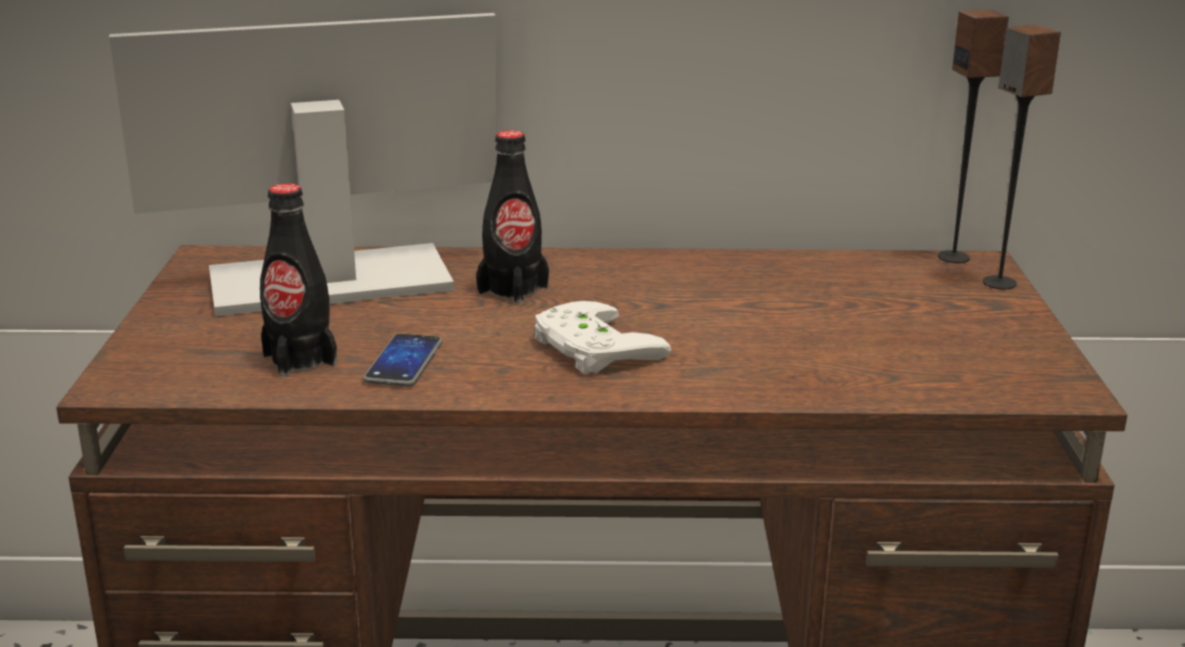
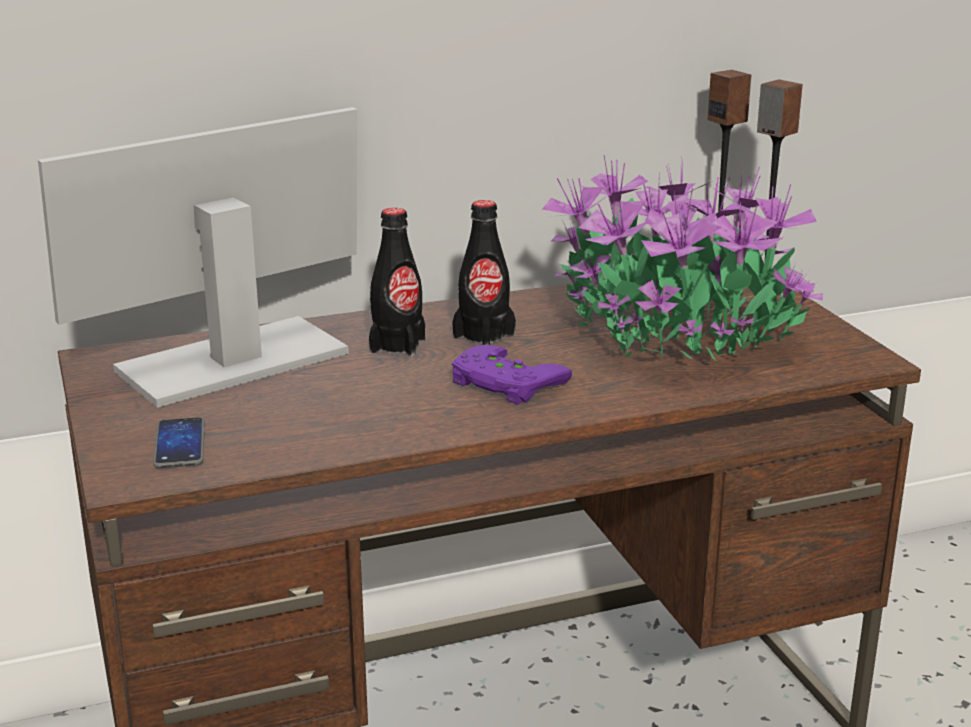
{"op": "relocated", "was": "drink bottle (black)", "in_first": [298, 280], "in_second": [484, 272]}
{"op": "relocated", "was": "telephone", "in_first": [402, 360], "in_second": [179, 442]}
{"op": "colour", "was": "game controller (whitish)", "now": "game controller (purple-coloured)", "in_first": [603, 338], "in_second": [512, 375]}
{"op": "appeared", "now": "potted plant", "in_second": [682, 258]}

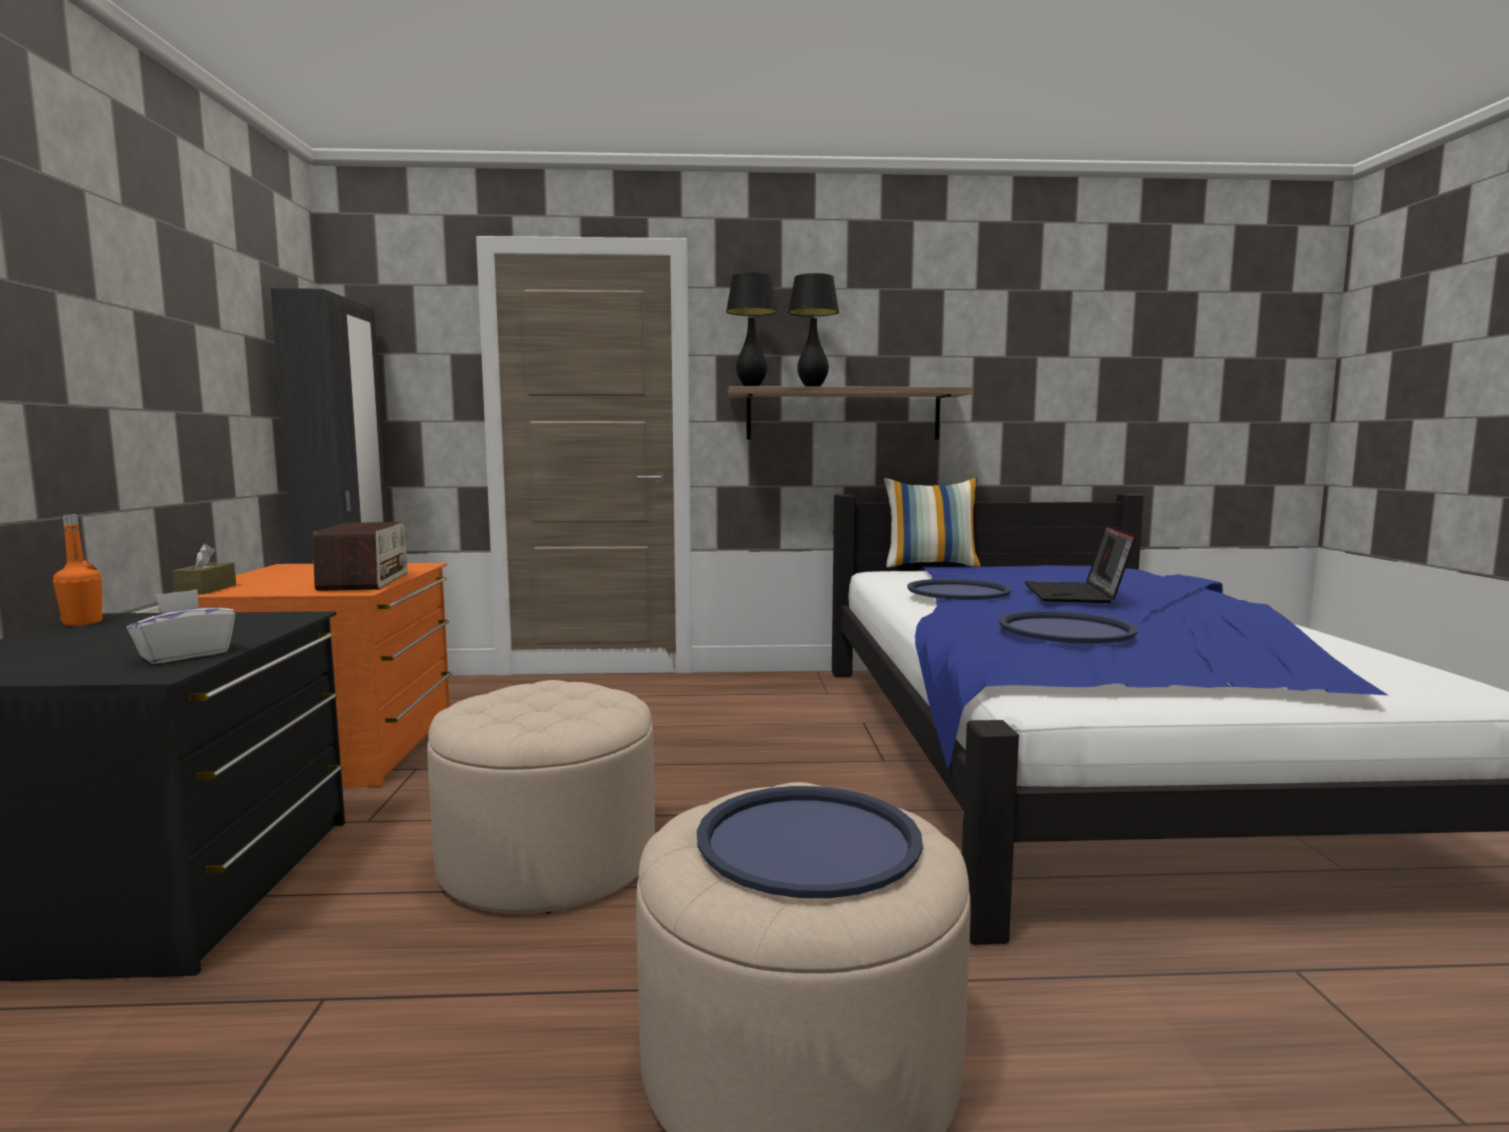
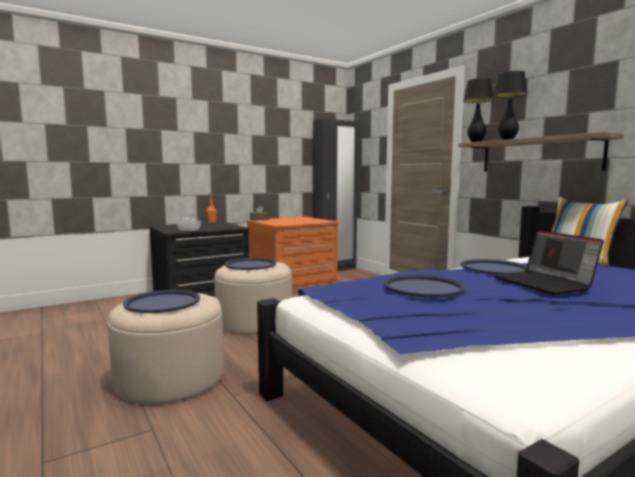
{"op": "missing", "was": "radio", "in_first": [360, 556]}
{"op": "spun", "was": "portable computer", "in_first": [1080, 564], "in_second": [549, 262], "clockwise": -90}
{"op": "appeared", "now": "serving tray (bluish)", "in_second": [250, 264]}

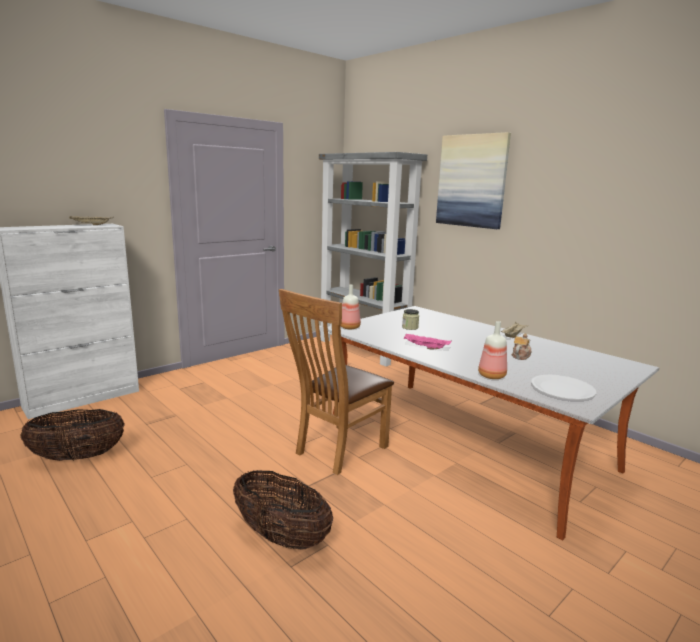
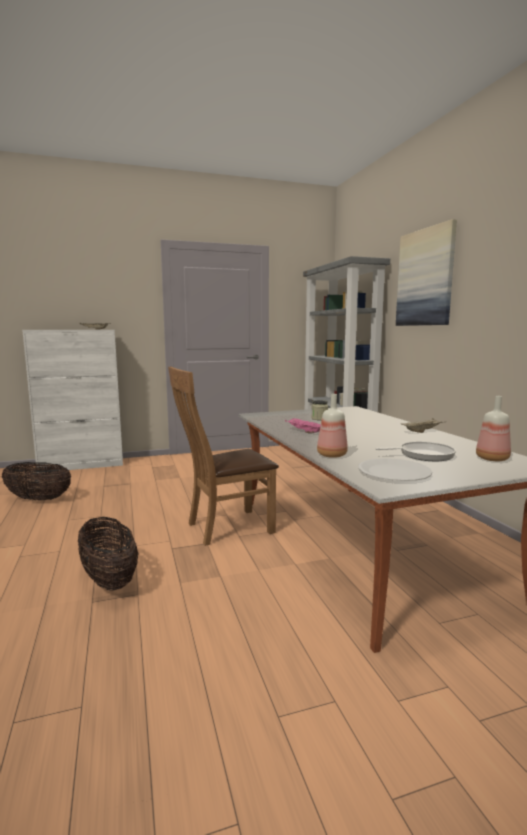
{"op": "relocated", "was": "drink bottle", "in_first": [350, 307], "in_second": [493, 428]}
{"op": "missing", "was": "tea pot", "in_first": [521, 346]}
{"op": "appeared", "now": "pan", "in_second": [415, 451]}

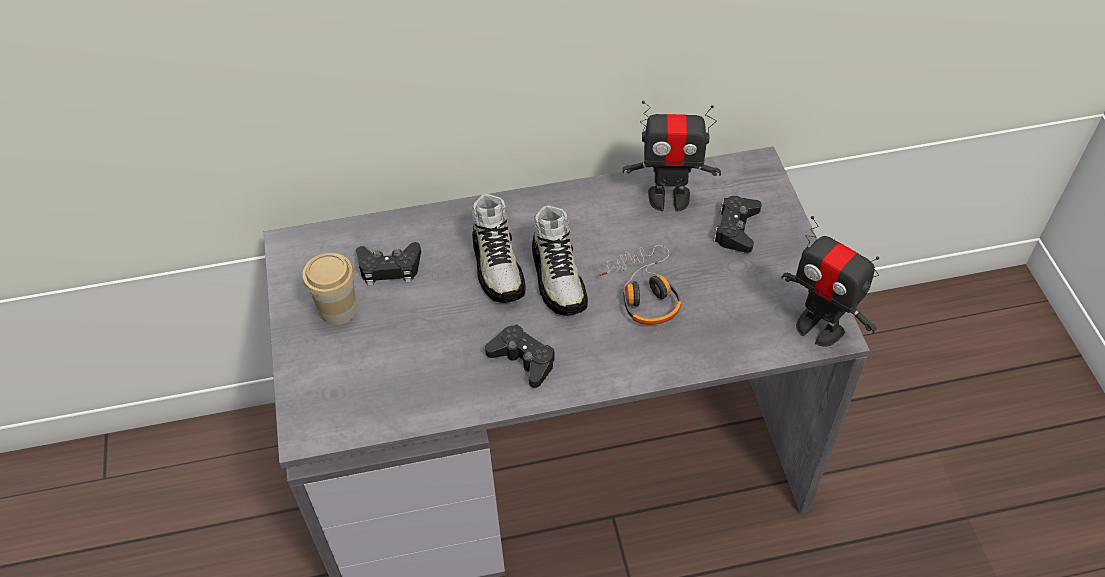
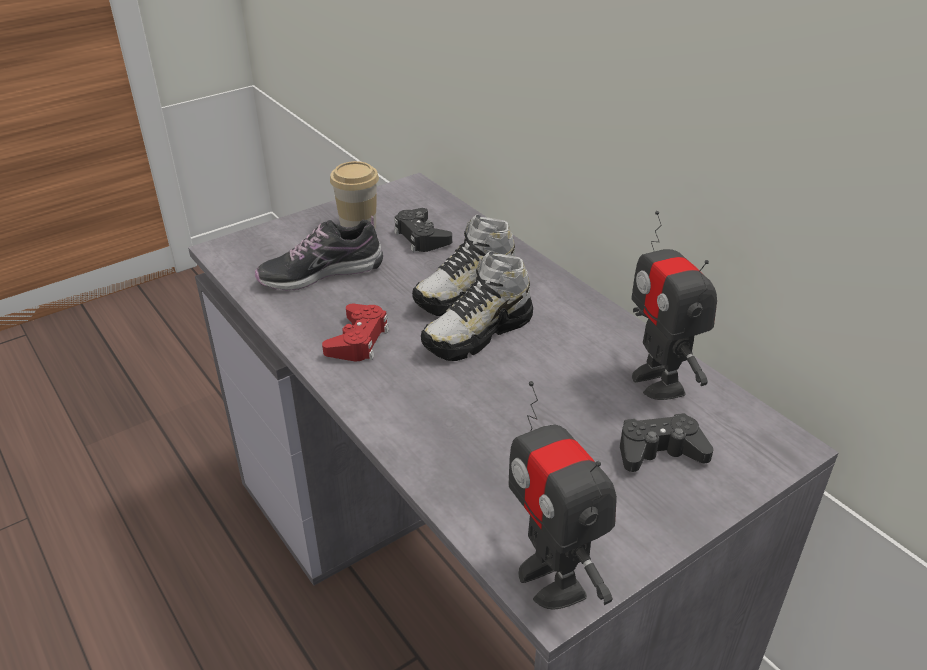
{"op": "colour", "was": "game controller (black)", "now": "game controller (red)", "in_first": [520, 356], "in_second": [355, 332]}
{"op": "missing", "was": "headset", "in_first": [640, 285]}
{"op": "spun", "was": "toy robot", "in_first": [830, 281], "in_second": [562, 495], "clockwise": -45}
{"op": "appeared", "now": "low shoe", "in_second": [319, 253]}

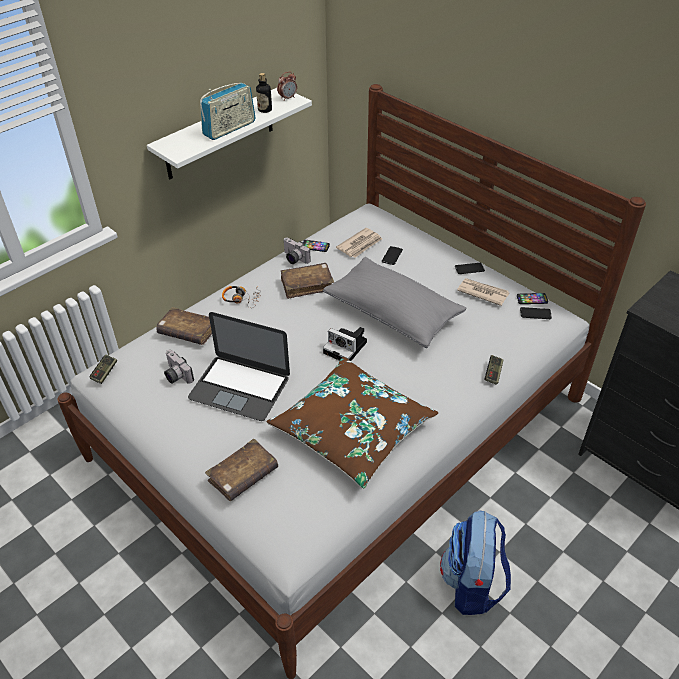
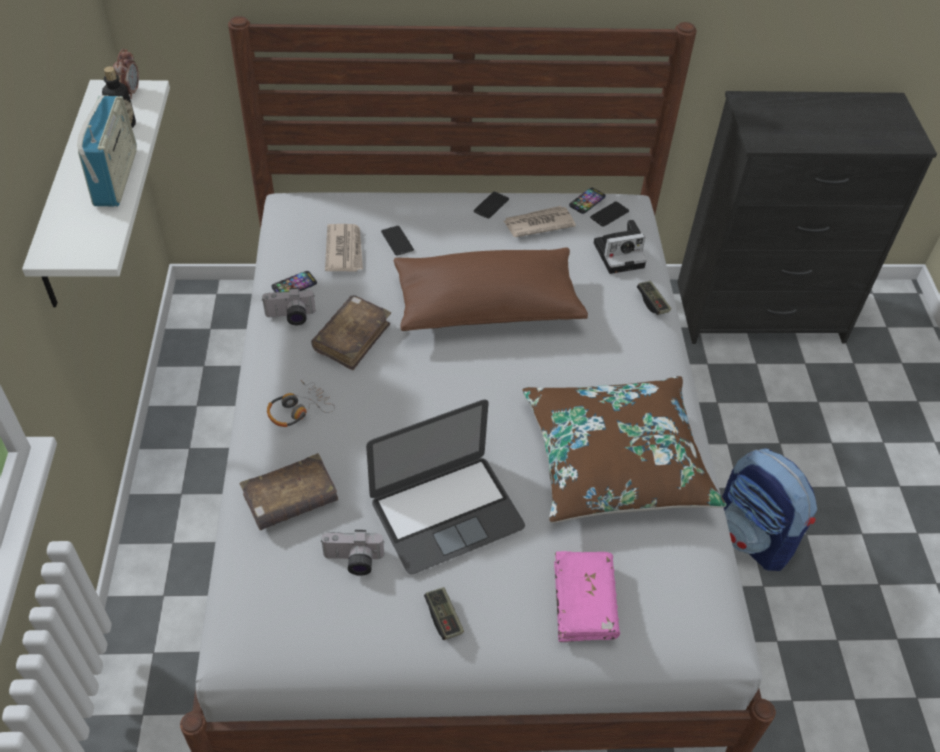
{"op": "relocated", "was": "game controller", "in_first": [103, 369], "in_second": [444, 613]}
{"op": "colour", "was": "volume (brownish)", "now": "volume (pink-coloured)", "in_first": [241, 470], "in_second": [587, 596]}
{"op": "colour", "was": "pillow (grey)", "now": "pillow (brownish)", "in_first": [395, 302], "in_second": [491, 289]}
{"op": "relocated", "was": "still camera", "in_first": [345, 344], "in_second": [620, 247]}

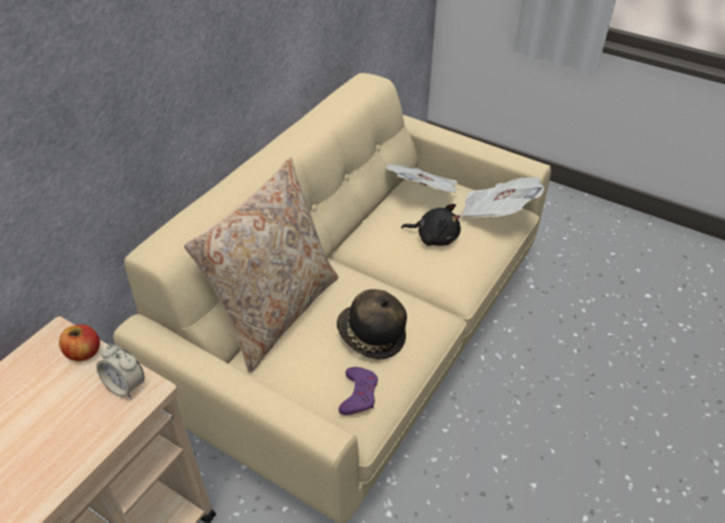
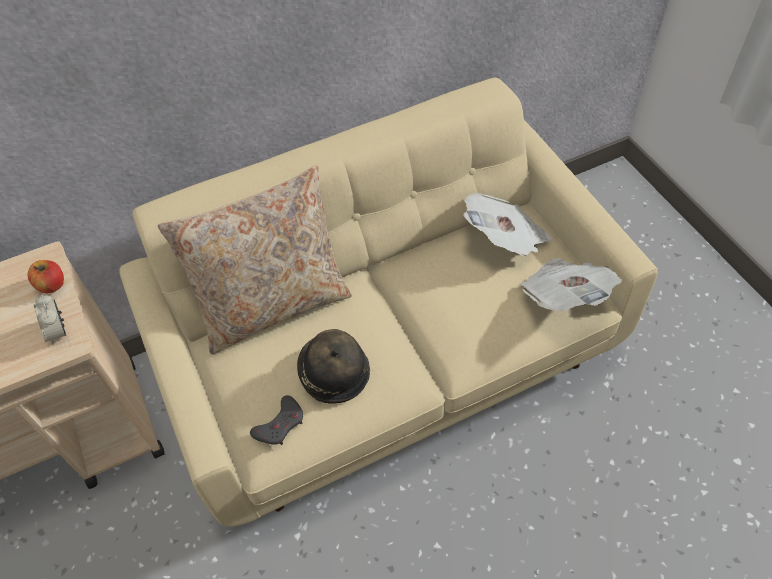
{"op": "colour", "was": "game controller (purple-coloured)", "now": "game controller (grey)", "in_first": [358, 391], "in_second": [276, 420]}
{"op": "missing", "was": "cuddly toy (black)", "in_first": [431, 225]}

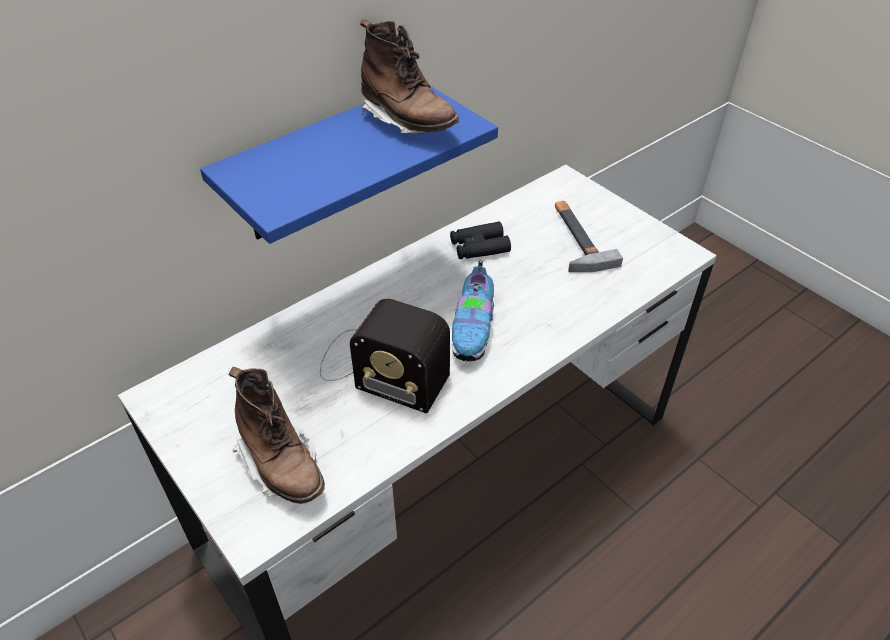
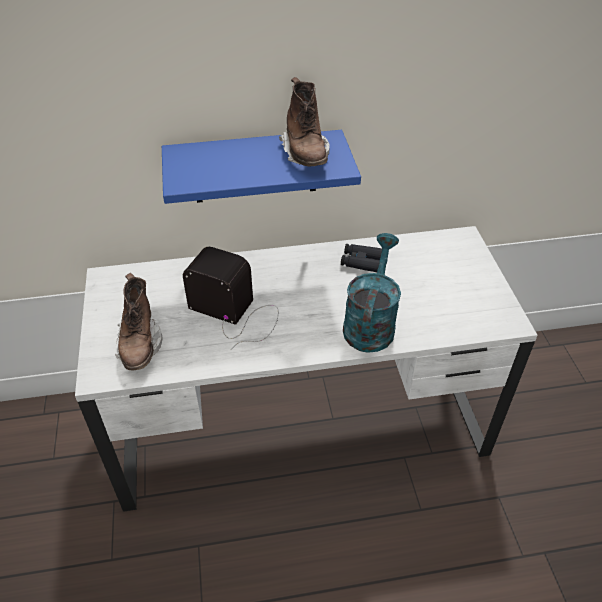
{"op": "spun", "was": "radio", "in_first": [385, 355], "in_second": [231, 298], "clockwise": 150}
{"op": "missing", "was": "low shoe", "in_first": [473, 311]}
{"op": "missing", "was": "hand hammer", "in_first": [589, 236]}
{"op": "appeared", "now": "sprinkling can (blue-green)", "in_second": [372, 293]}

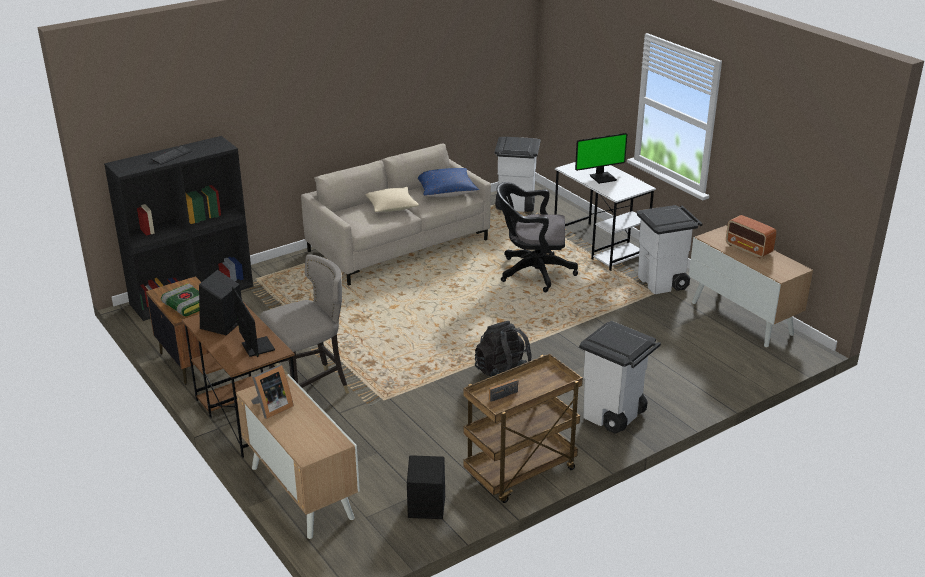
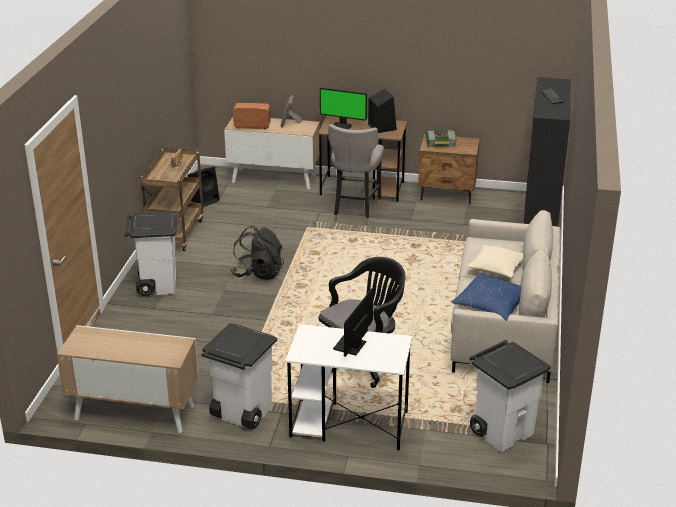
{"op": "relocated", "was": "radio", "in_first": [751, 236], "in_second": [252, 116]}

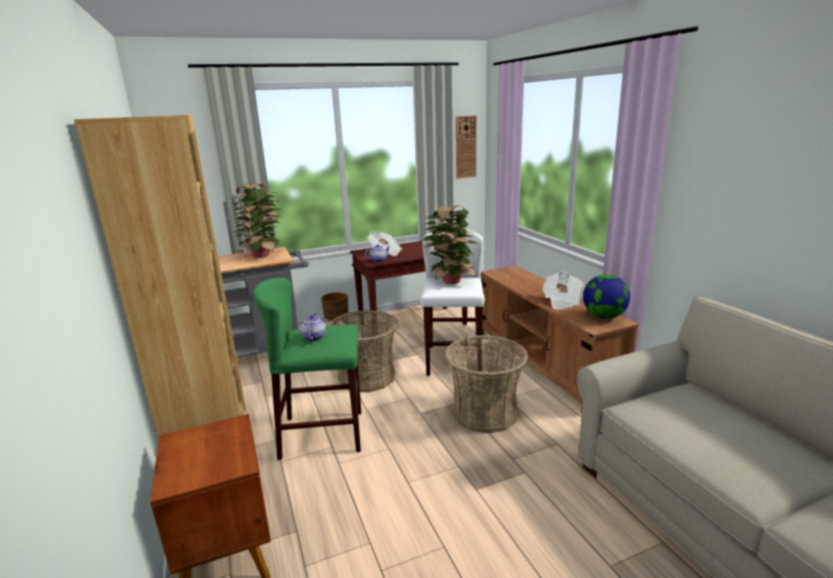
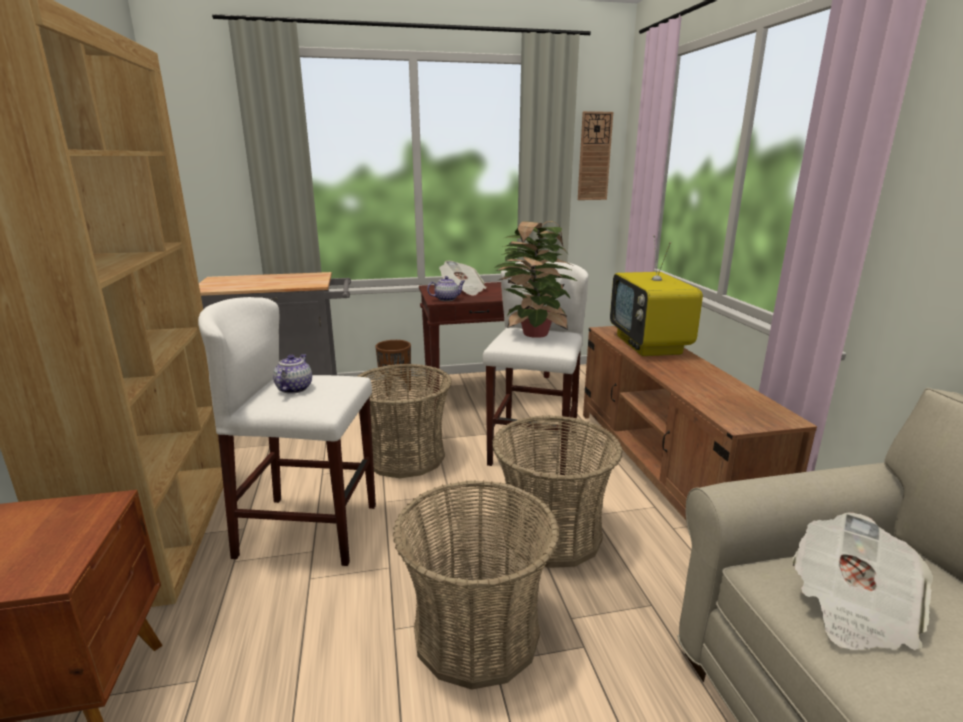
{"op": "missing", "was": "potted plant", "in_first": [258, 220]}
{"op": "colour", "was": "sitting stool (green)", "now": "sitting stool (whitish)", "in_first": [307, 369], "in_second": [287, 431]}
{"op": "relocated", "was": "newspaper", "in_first": [563, 290], "in_second": [862, 581]}
{"op": "missing", "was": "world globe", "in_first": [606, 296]}
{"op": "appeared", "now": "household basket", "in_second": [476, 584]}
{"op": "appeared", "now": "TV set", "in_second": [656, 296]}

